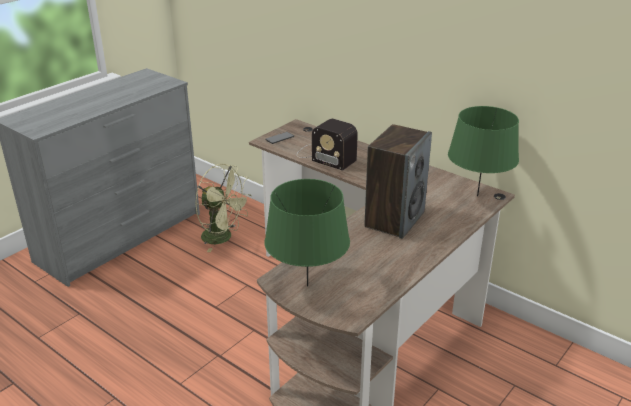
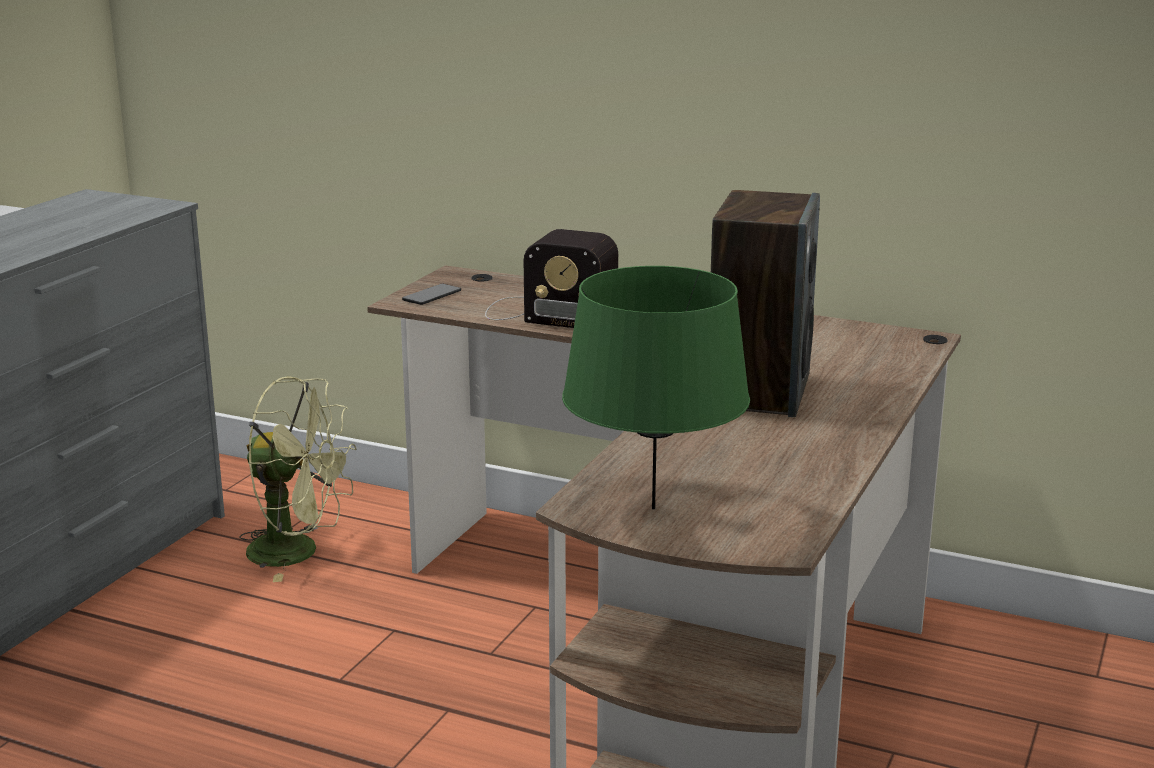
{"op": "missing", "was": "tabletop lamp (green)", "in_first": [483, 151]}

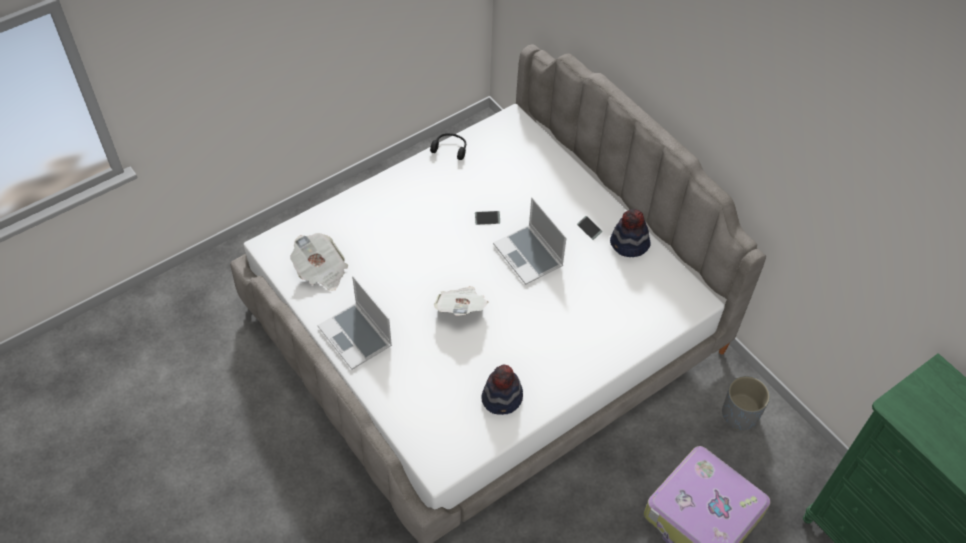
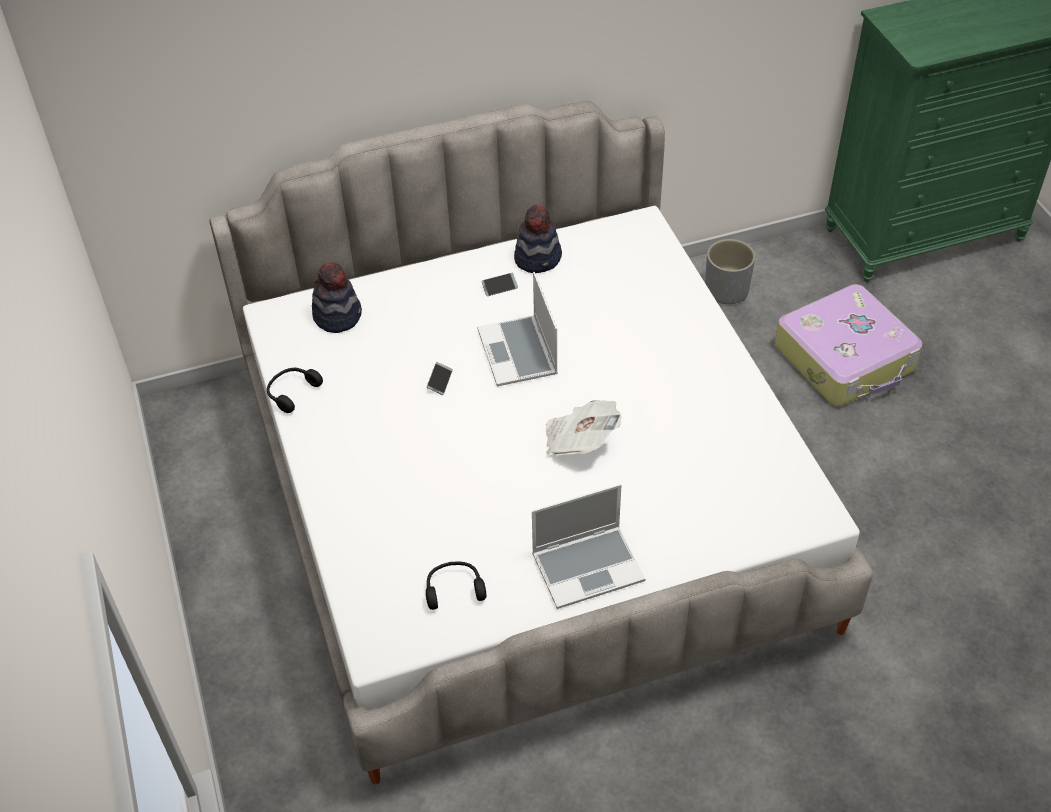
{"op": "exchanged", "was": "newspaper", "now": "headset (black)", "in_first": [319, 262], "in_second": [456, 586]}
{"op": "relocated", "was": "hat", "in_first": [502, 390], "in_second": [337, 297]}
{"op": "spun", "was": "portable computer", "in_first": [530, 241], "in_second": [517, 329], "clockwise": 90}

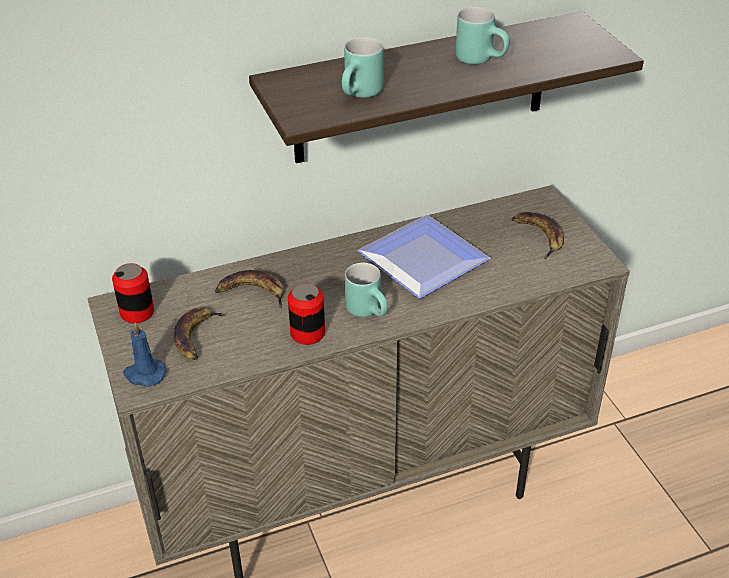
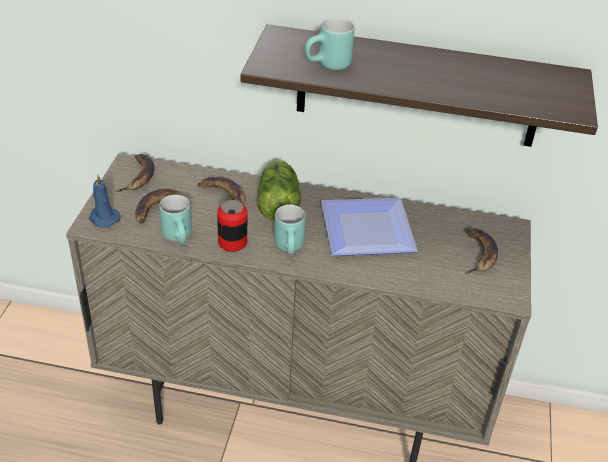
{"op": "exchanged", "was": "metal can", "now": "banana fruit", "in_first": [133, 293], "in_second": [135, 173]}
{"op": "relocated", "was": "mug (blue-green)", "in_first": [483, 36], "in_second": [175, 219]}
{"op": "appeared", "now": "head of lettuce", "in_second": [279, 190]}

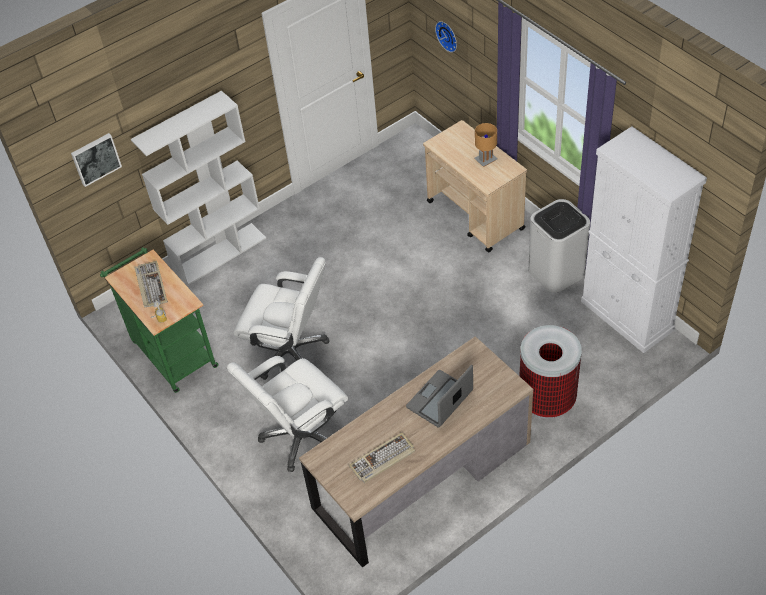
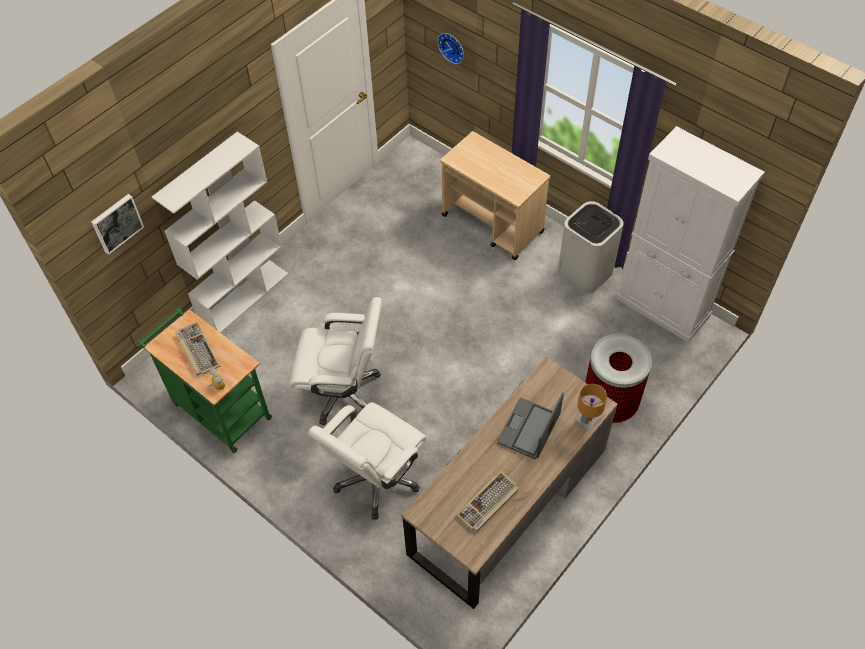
{"op": "relocated", "was": "tabletop lamp (brownish)", "in_first": [486, 145], "in_second": [590, 407]}

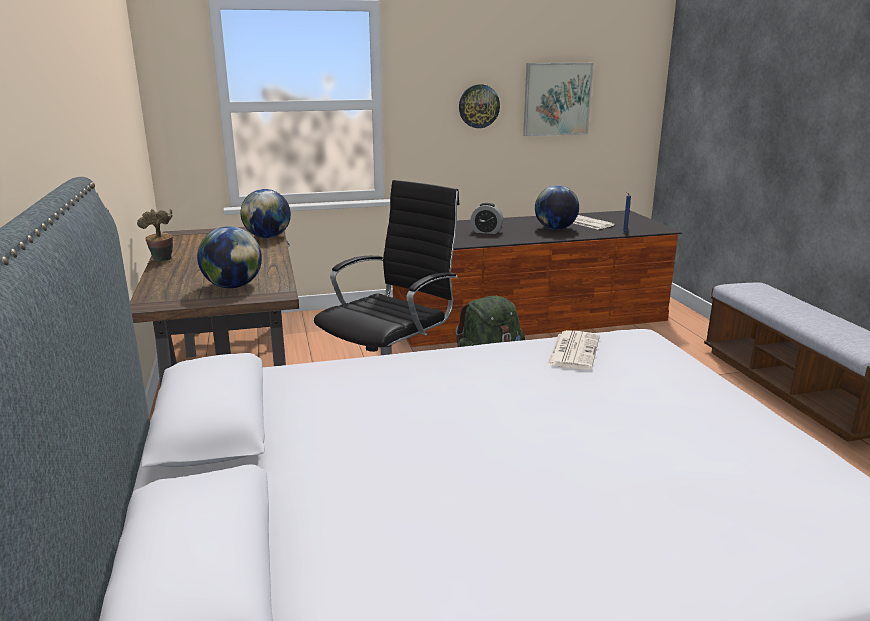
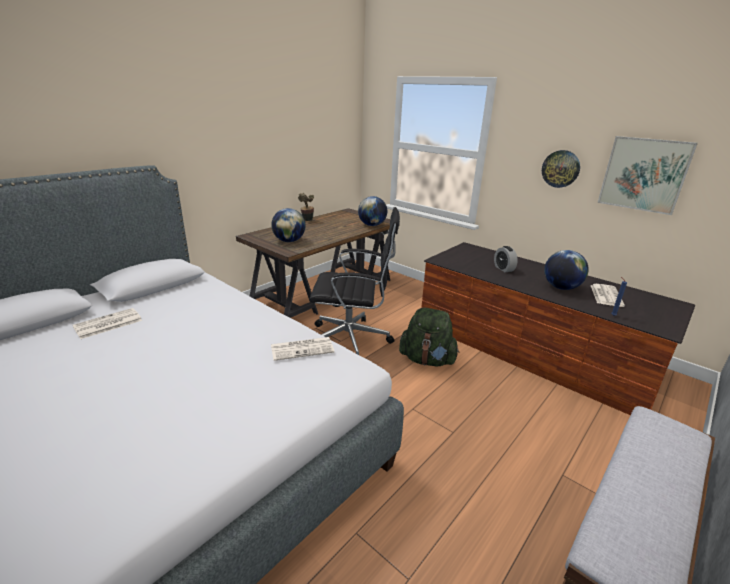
{"op": "appeared", "now": "newspaper", "in_second": [107, 323]}

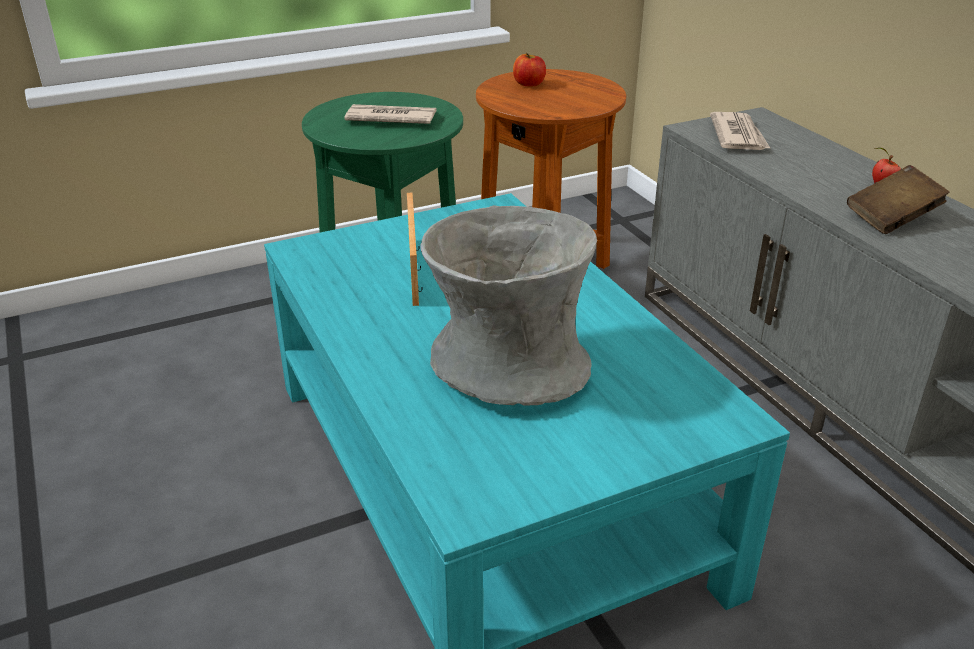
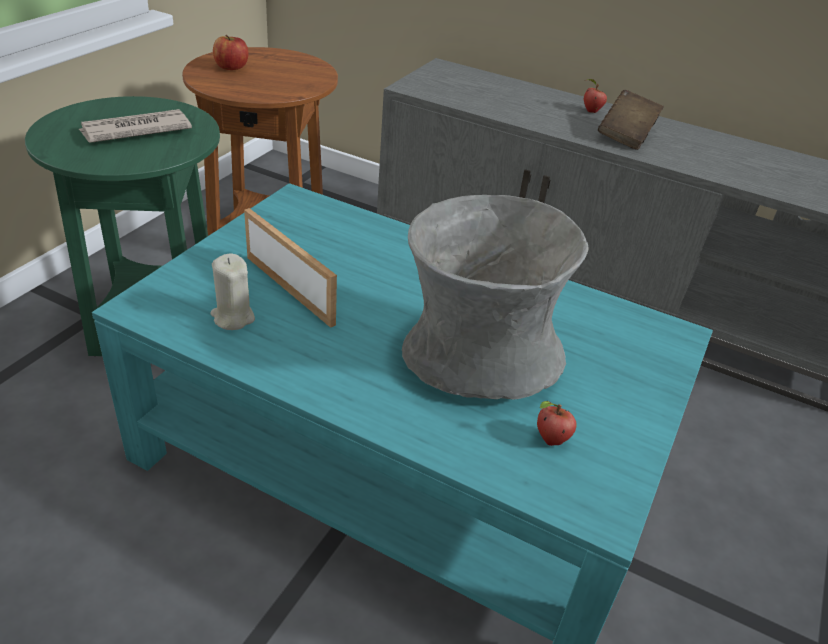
{"op": "missing", "was": "newspaper", "in_first": [740, 131]}
{"op": "appeared", "now": "candle (beige-coloured)", "in_second": [232, 292]}
{"op": "appeared", "now": "apple", "in_second": [557, 423]}

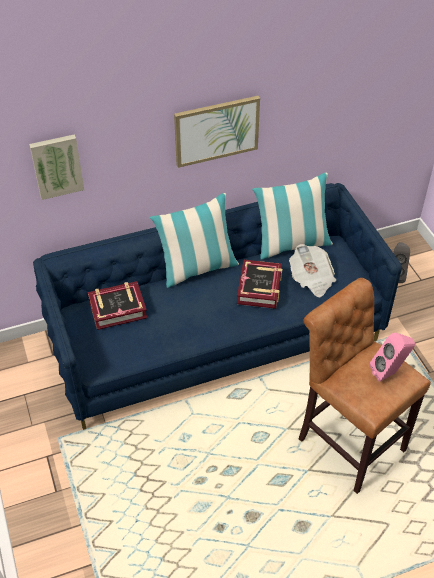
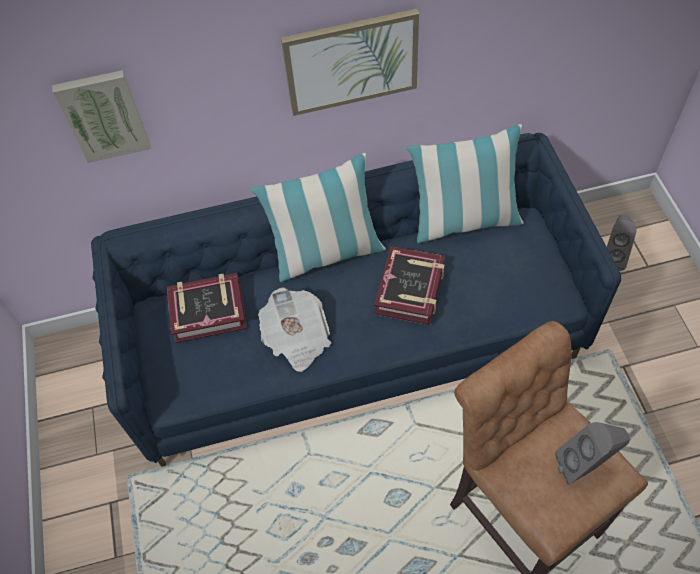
{"op": "relocated", "was": "newspaper", "in_first": [312, 270], "in_second": [294, 329]}
{"op": "colour", "was": "audio speaker (pink-coloured)", "now": "audio speaker (grey)", "in_first": [392, 357], "in_second": [592, 453]}

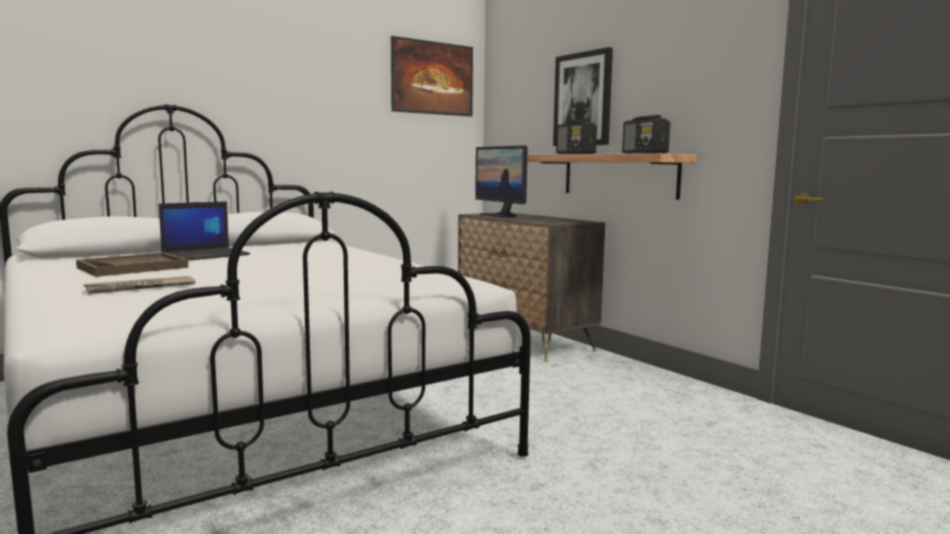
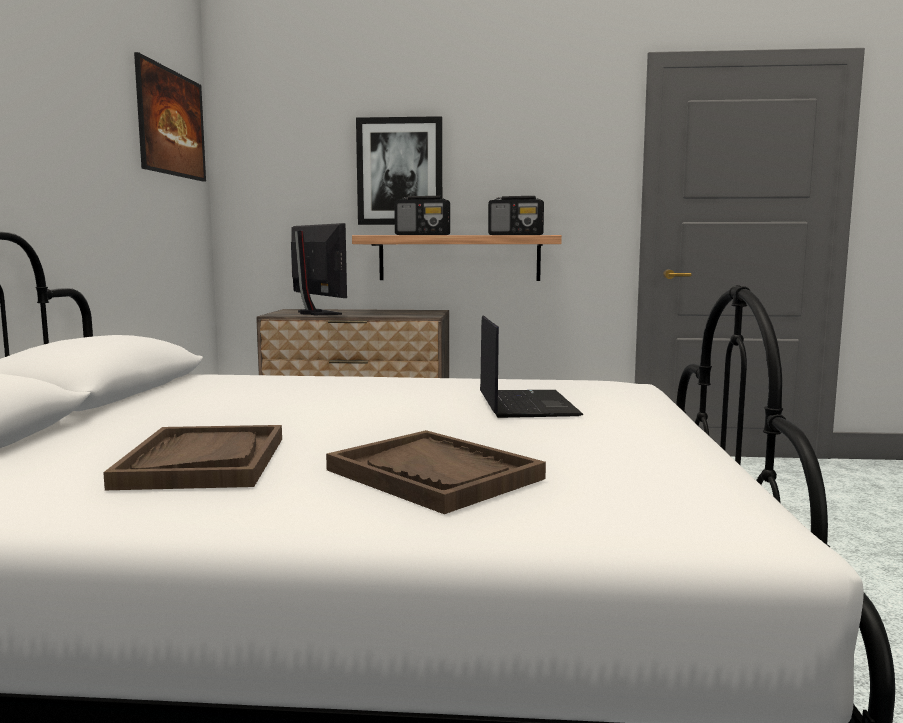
{"op": "exchanged", "was": "newspaper", "now": "serving tray (brownish)", "in_first": [139, 285], "in_second": [436, 472]}
{"op": "relocated", "was": "portable computer", "in_first": [204, 231], "in_second": [531, 366]}
{"op": "spun", "was": "monitor", "in_first": [501, 181], "in_second": [319, 269], "clockwise": -135}

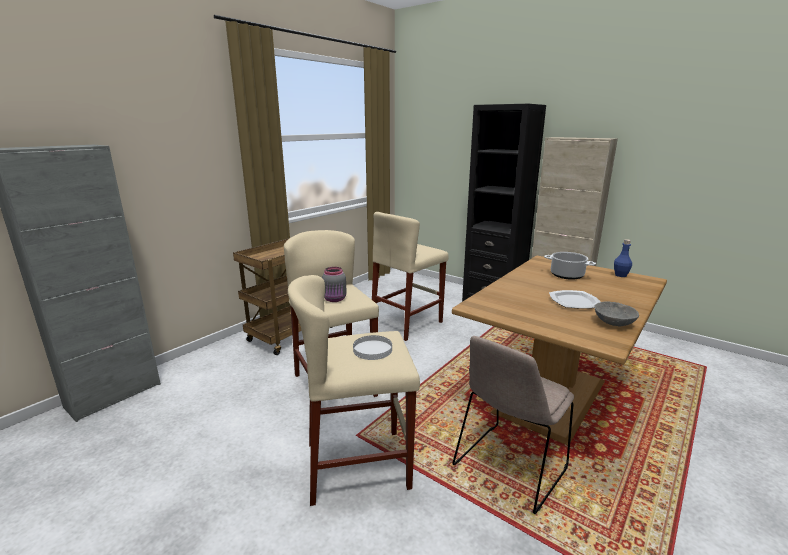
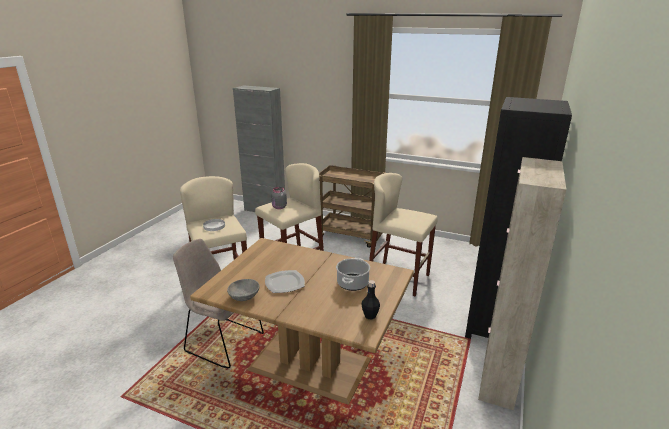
{"op": "colour", "was": "drink bottle (bluish)", "now": "drink bottle (black)", "in_first": [623, 258], "in_second": [371, 300]}

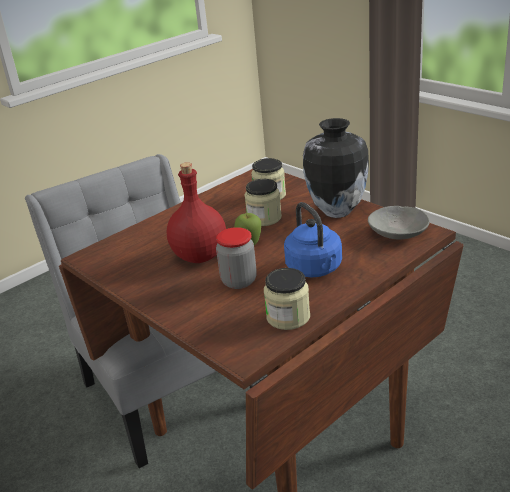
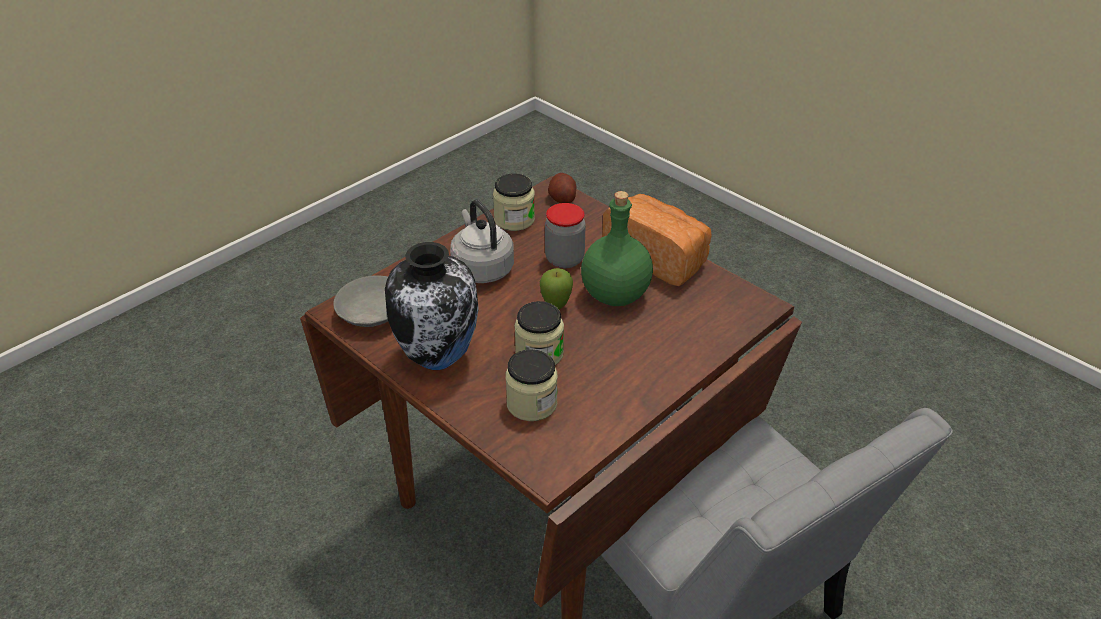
{"op": "colour", "was": "drink bottle (red)", "now": "drink bottle (green)", "in_first": [196, 212], "in_second": [617, 248]}
{"op": "colour", "was": "tea kettle (bluish)", "now": "tea kettle (grey)", "in_first": [313, 239], "in_second": [482, 241]}
{"op": "appeared", "now": "potato", "in_second": [562, 188]}
{"op": "appeared", "now": "bread", "in_second": [657, 240]}

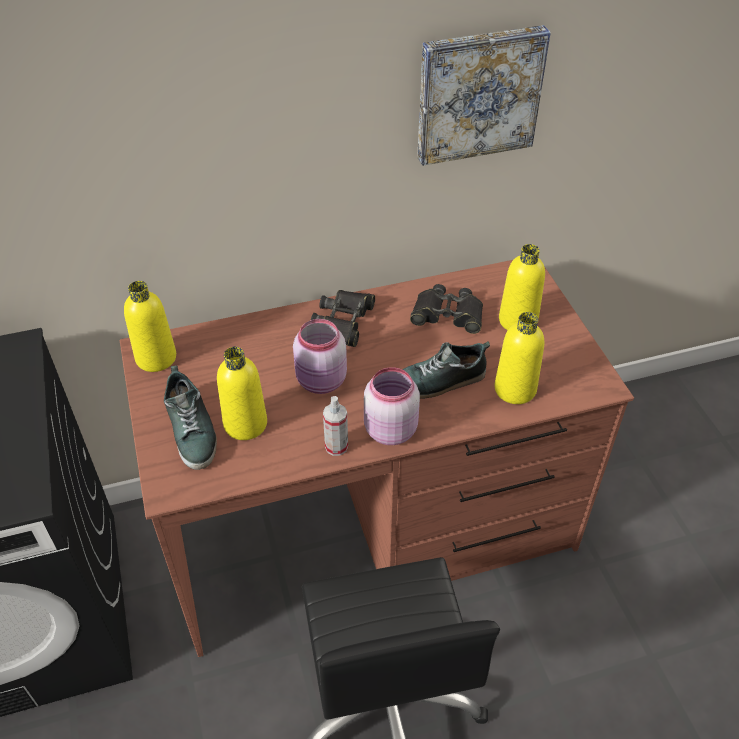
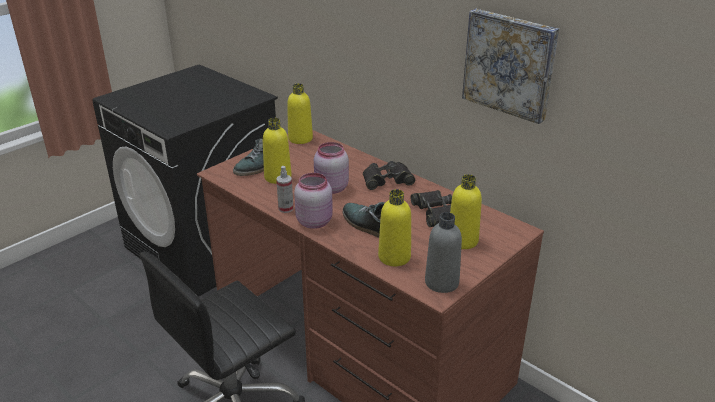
{"op": "appeared", "now": "drink bottle (grey)", "in_second": [443, 252]}

